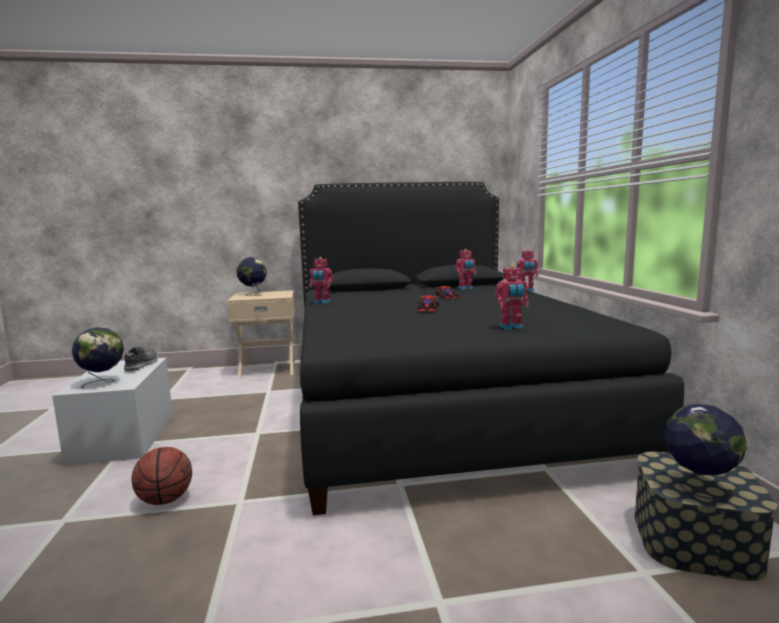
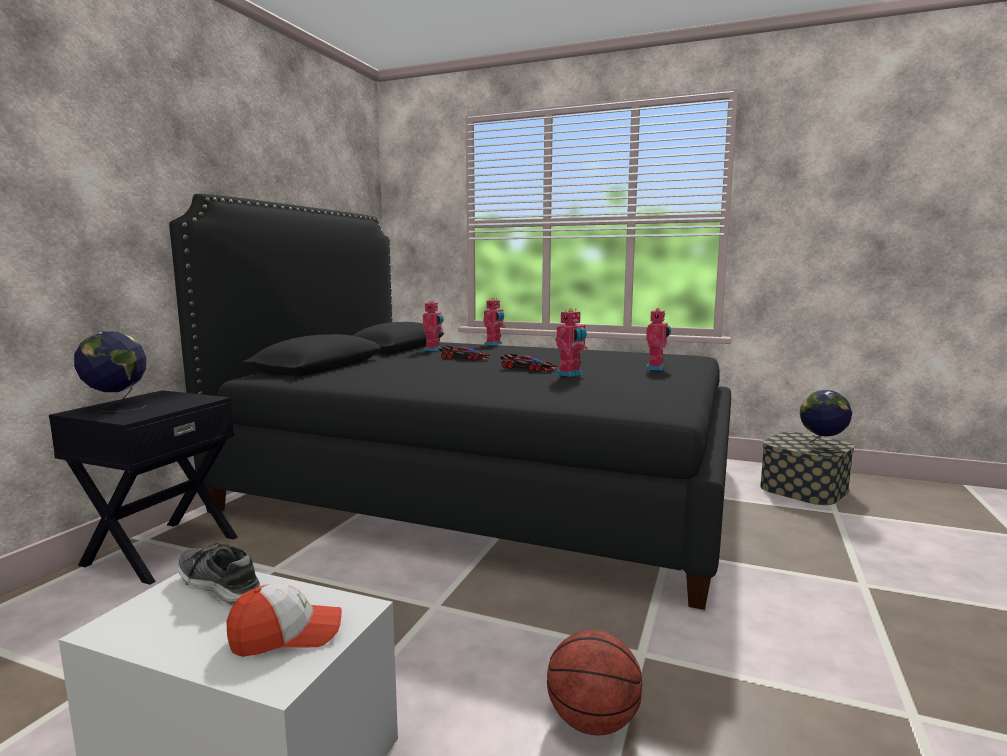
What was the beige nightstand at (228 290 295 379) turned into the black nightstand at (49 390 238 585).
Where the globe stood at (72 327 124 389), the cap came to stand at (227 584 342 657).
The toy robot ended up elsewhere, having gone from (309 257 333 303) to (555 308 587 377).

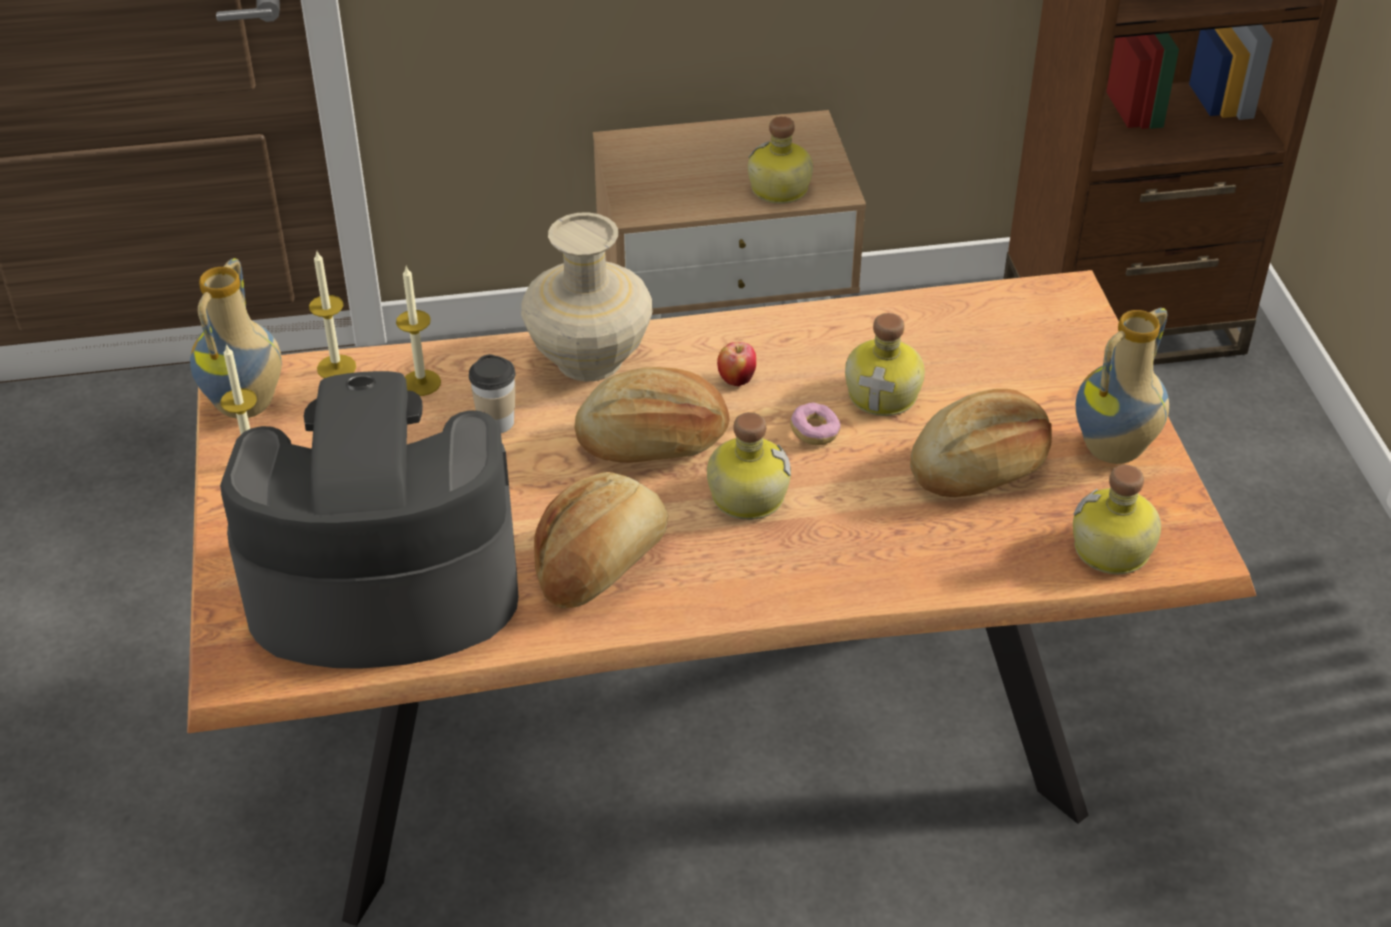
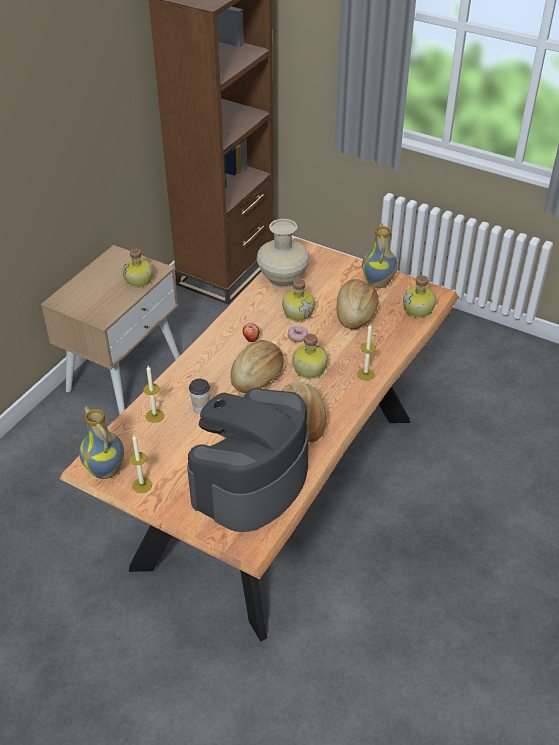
The beige vase ended up elsewhere, having gone from (521 212 653 381) to (257 219 310 288).
The candle ended up elsewhere, having gone from (309 251 356 378) to (357 325 376 381).

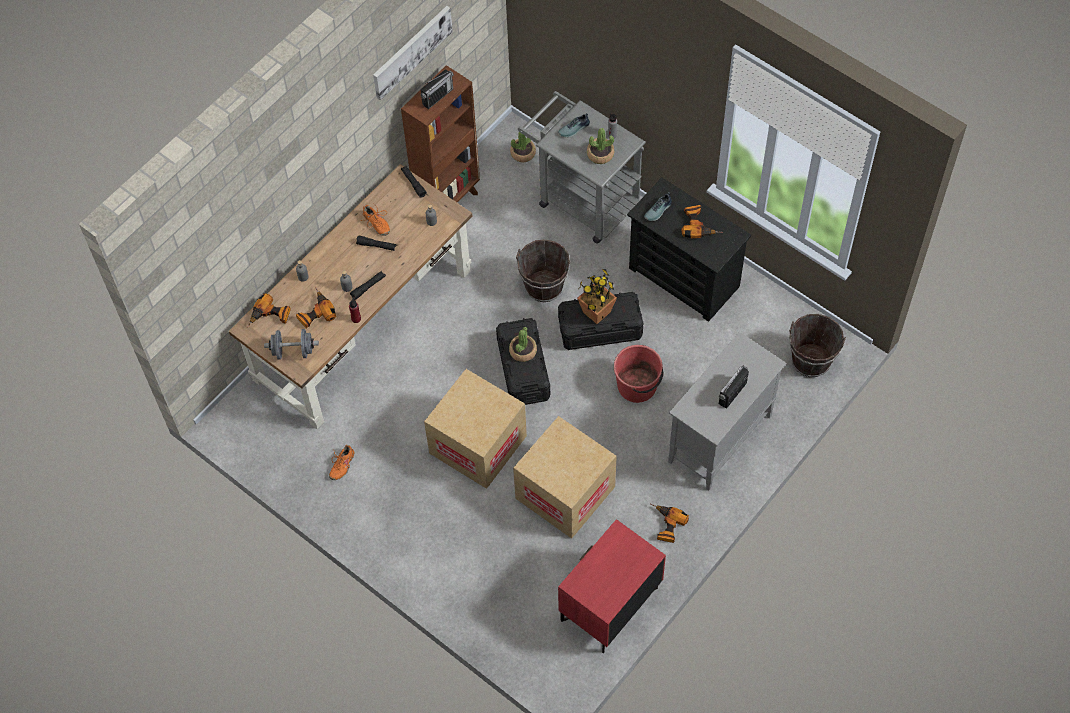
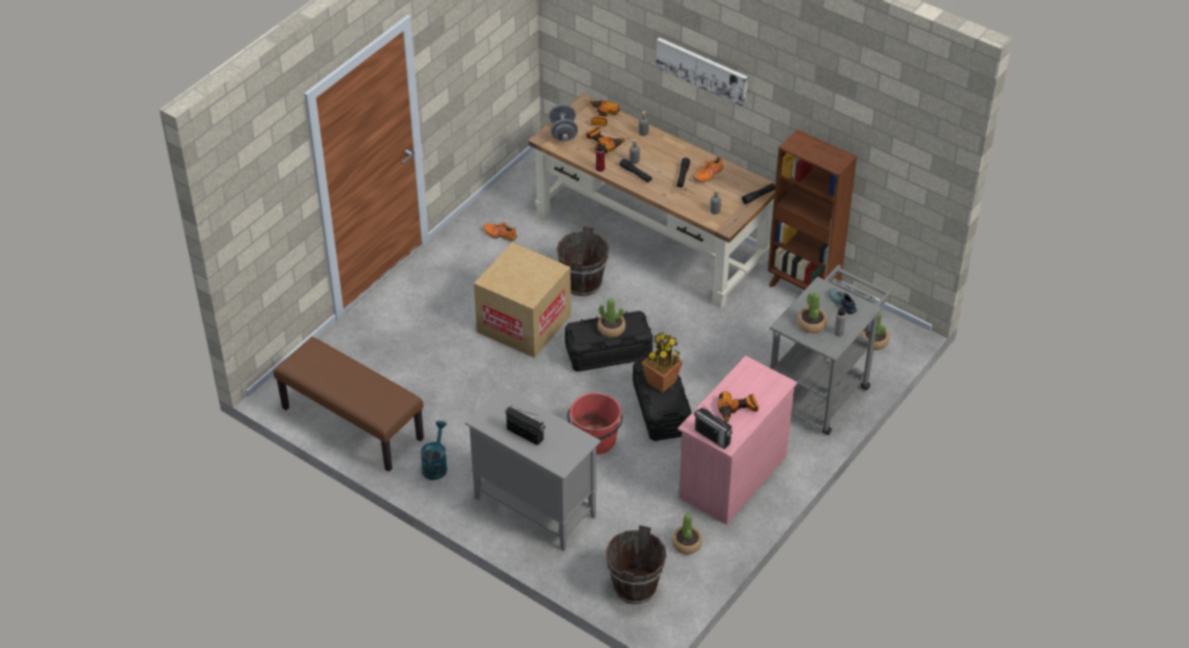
Where the red nightstand stood at (558 519 666 653), the brown bench came to stand at (273 337 424 472).
Where the power drill stood at (650 503 689 543), the turquoise watering can came to stand at (421 421 447 480).
The brown bucket ended up elsewhere, having gone from (516 239 571 302) to (557 226 609 296).
The picture ended up elsewhere, having gone from (373 6 453 100) to (656 37 748 107).
The second view gained the potted plant at (672 514 702 554).
What was the black dresser at (627 178 751 322) turned into the pink dresser at (678 356 797 524).
The radio ended up elsewhere, having gone from (420 70 454 109) to (694 404 732 449).
The second view lost the cardboard box at (513 416 617 539).
The second view lost the shoe at (644 193 672 221).

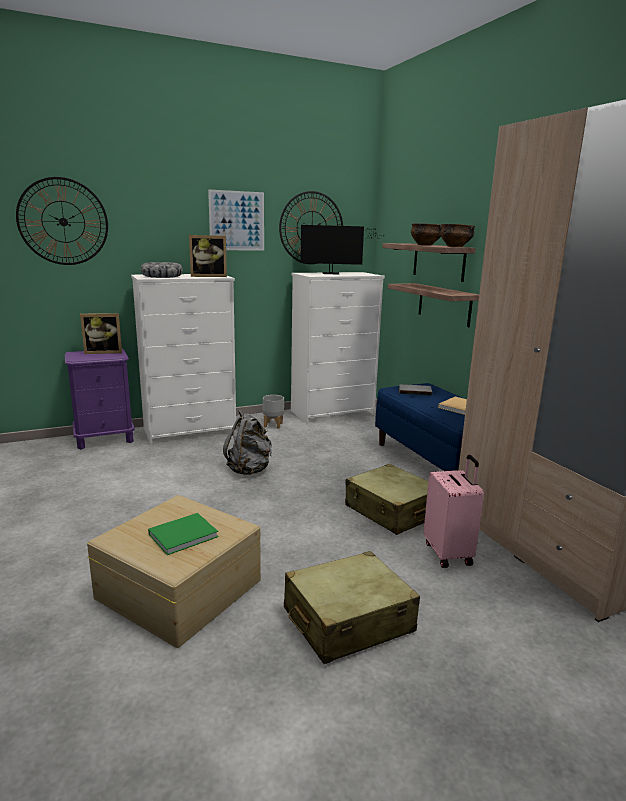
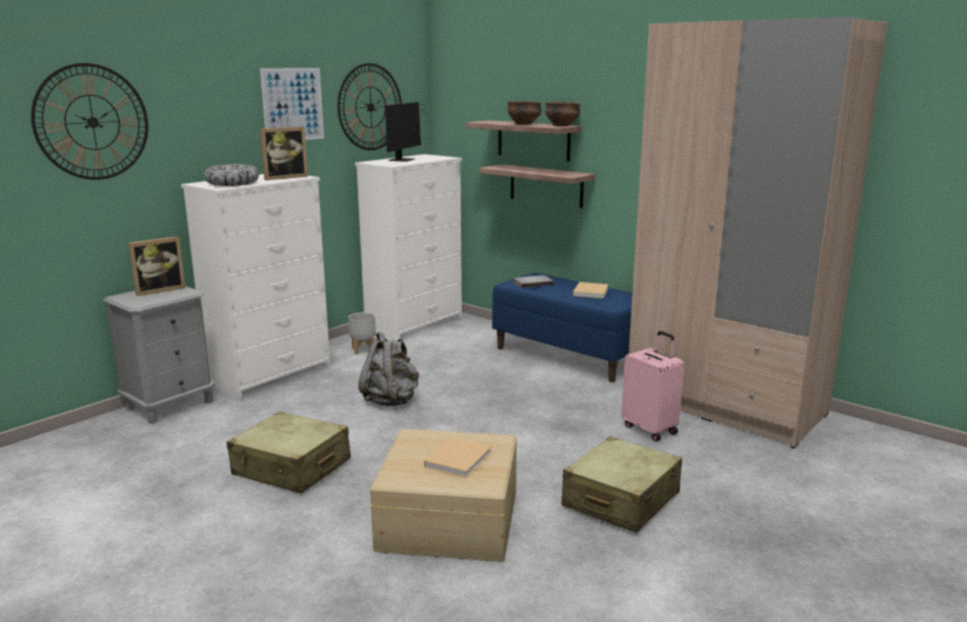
What was the purple nightstand at (65 349 135 449) turned into the grey nightstand at (103 286 215 423).
The beige suitcase ended up elsewhere, having gone from (345 464 428 535) to (227 411 351 494).
The monitor at (300 225 381 275) ended up facing another way, 45 degrees counterclockwise from before.
What was the green book at (148 513 218 555) turned into the beige book at (424 437 492 478).

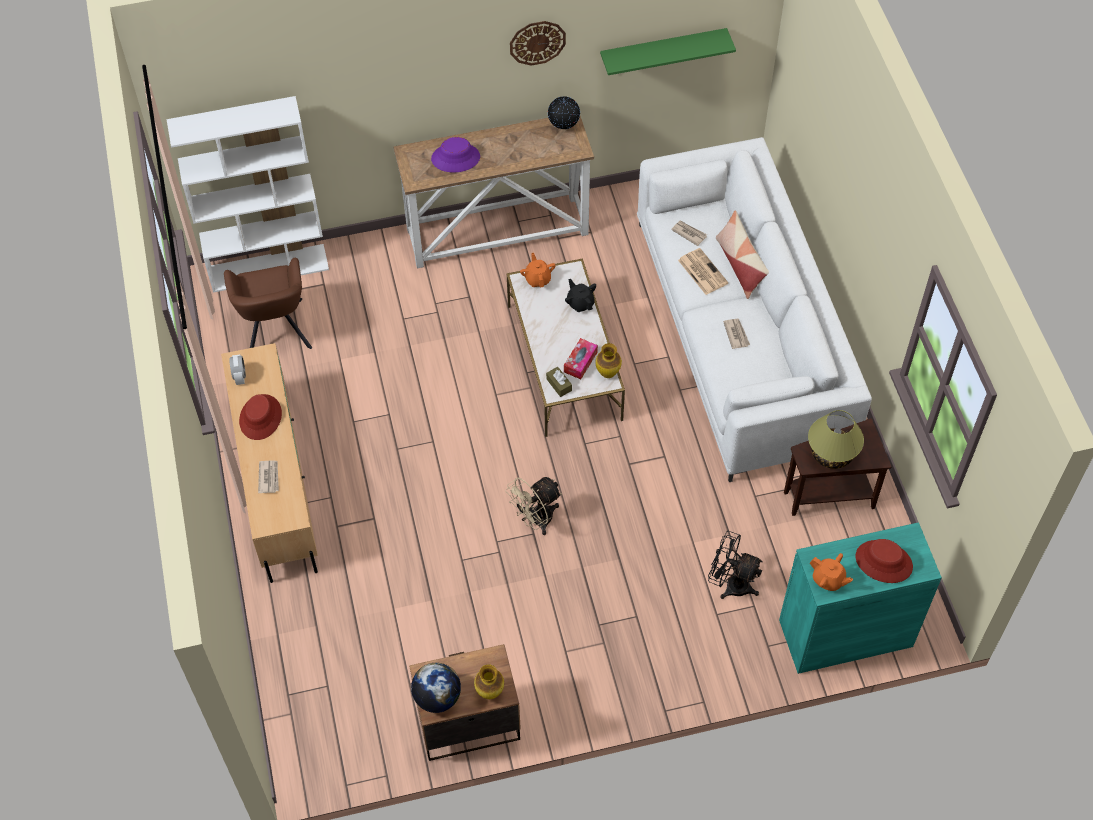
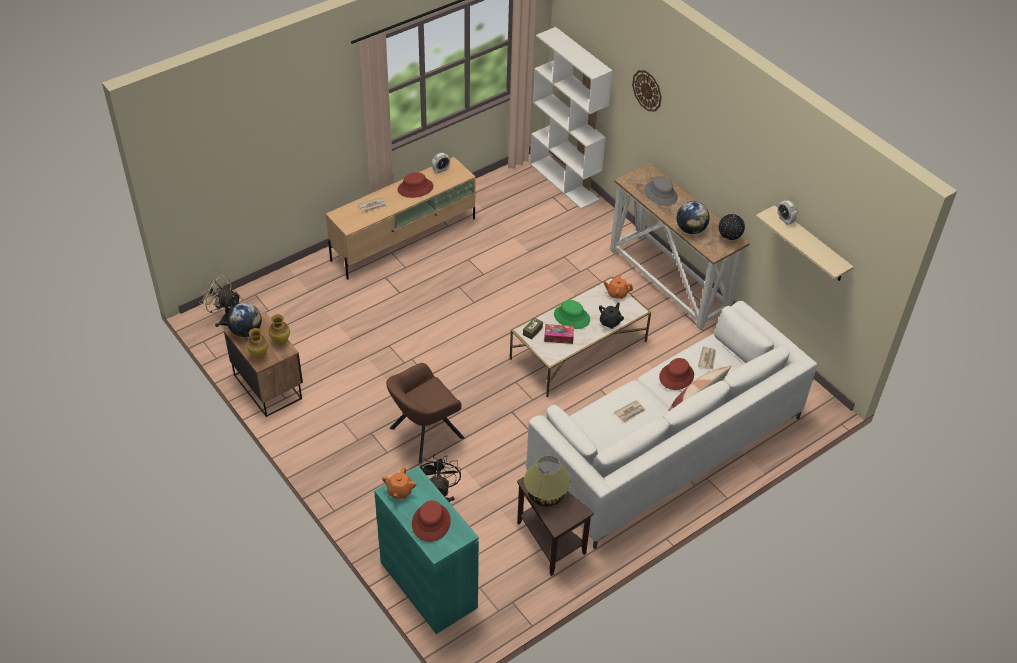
The beige fan ended up elsewhere, having gone from (505 477 562 535) to (199 274 241 327).
The vase ended up elsewhere, having gone from (596 343 622 378) to (269 314 290 345).
The brown armchair ended up elsewhere, having gone from (224 258 312 349) to (386 363 465 463).
The second view gained the green hat at (554 300 590 329).
The orange teapot at (520 253 556 287) ended up facing another way, 135 degrees counterclockwise from before.
The wall clock ended up elsewhere, having gone from (510 21 566 66) to (632 70 662 112).
What was the purple hat at (431 137 480 173) turned into the grey hat at (644 177 678 206).
Where the newspaper stood at (678 248 728 295), the red hat came to stand at (659 358 694 390).
The second view gained the globe at (677 201 710 234).
What was the green shelf at (600 28 736 75) turned into the beige shelf at (756 205 854 281).
The second view gained the alarm clock at (777 200 797 225).

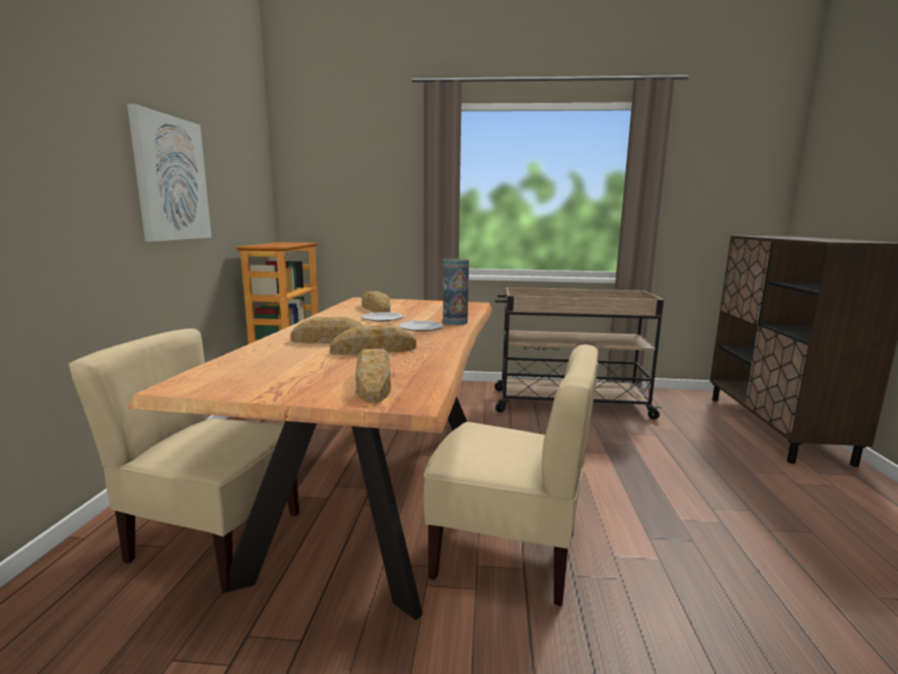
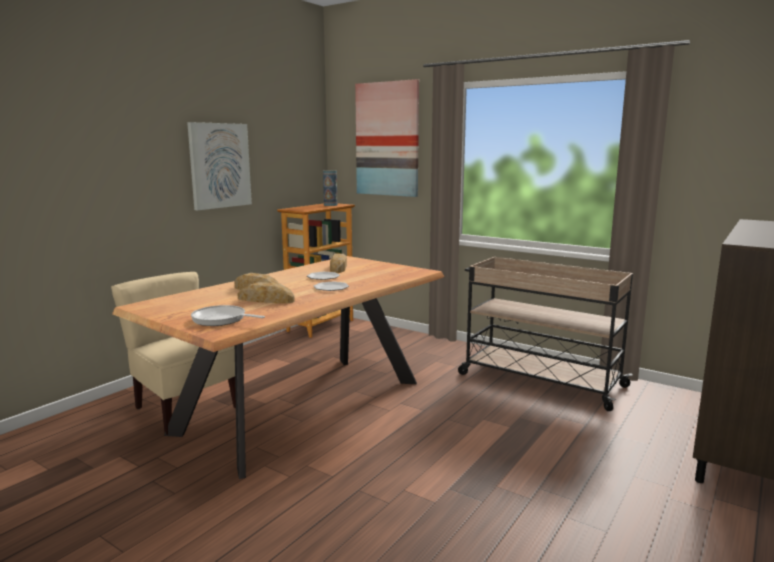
Where the bread stood at (356 349 391 403), the frying pan came to stand at (191 305 265 326).
The vase ended up elsewhere, having gone from (443 259 469 325) to (323 170 337 206).
The second view gained the picture at (355 79 419 197).
The second view lost the beige chair at (424 344 598 606).

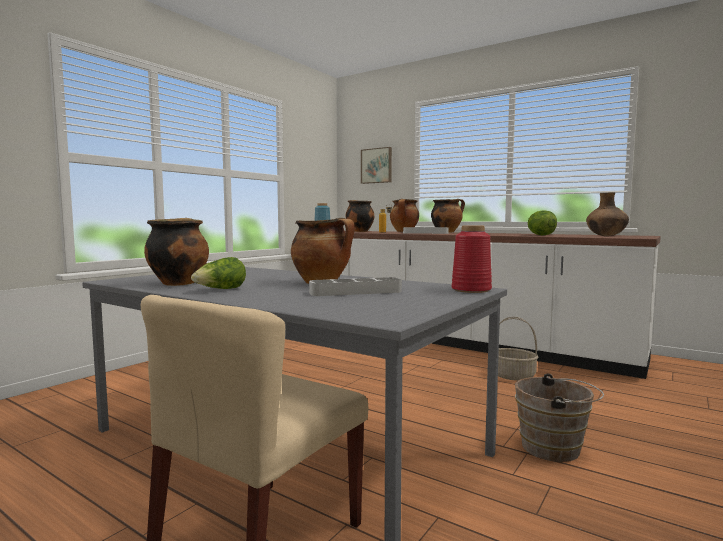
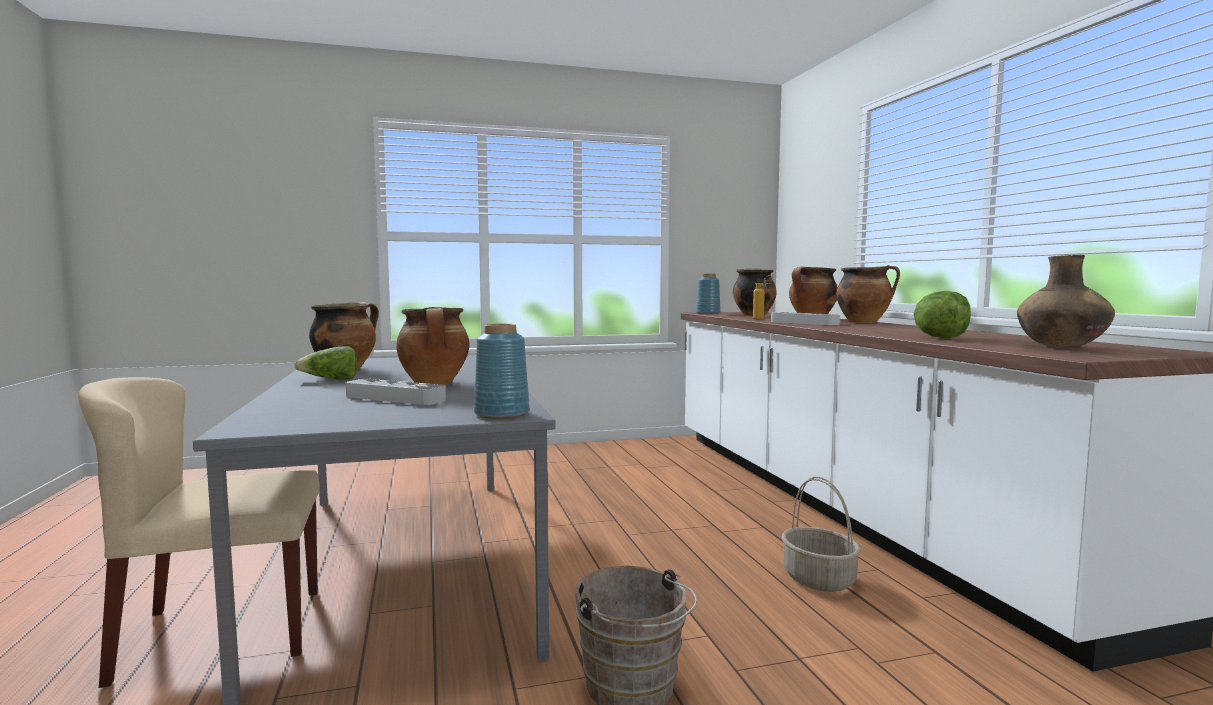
What was the red vase at (452 225 492 293) turned into the blue vase at (474 324 530 419).
The second view lost the picture at (361 147 392 184).

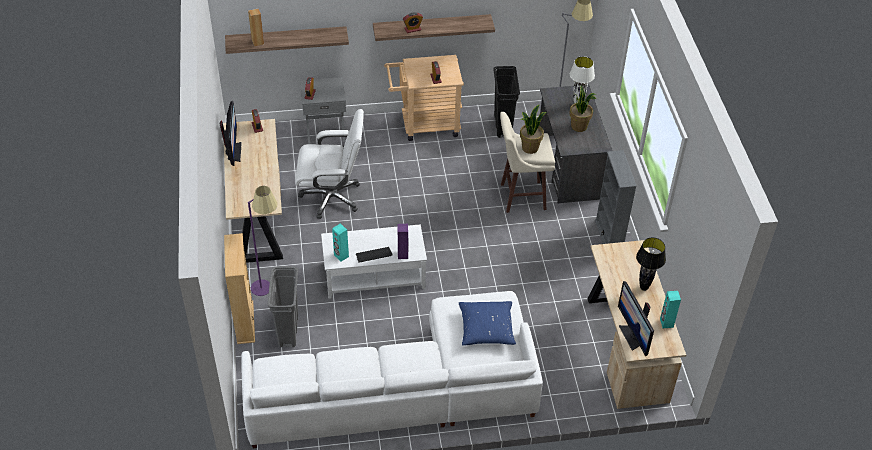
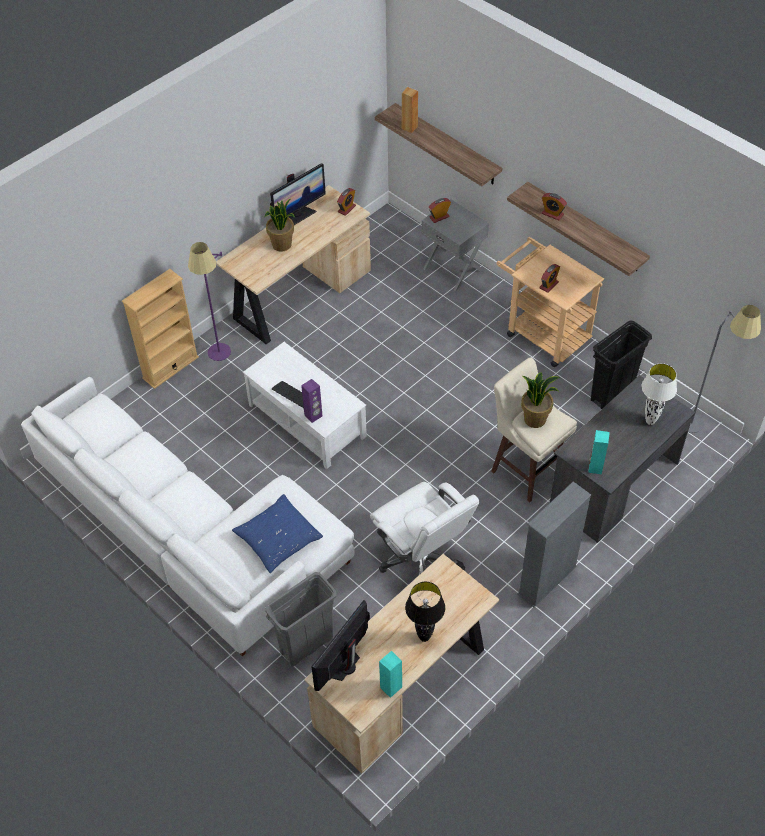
The potted plant ended up elsewhere, having gone from (569 85 596 132) to (264 199 295 252).
The grey trash can ended up elsewhere, having gone from (268 266 298 347) to (265 572 337 666).
The white office chair ended up elsewhere, having gone from (295 109 364 219) to (370 482 479 575).
The turquoise speaker ended up elsewhere, having gone from (332 223 349 262) to (588 430 610 475).

